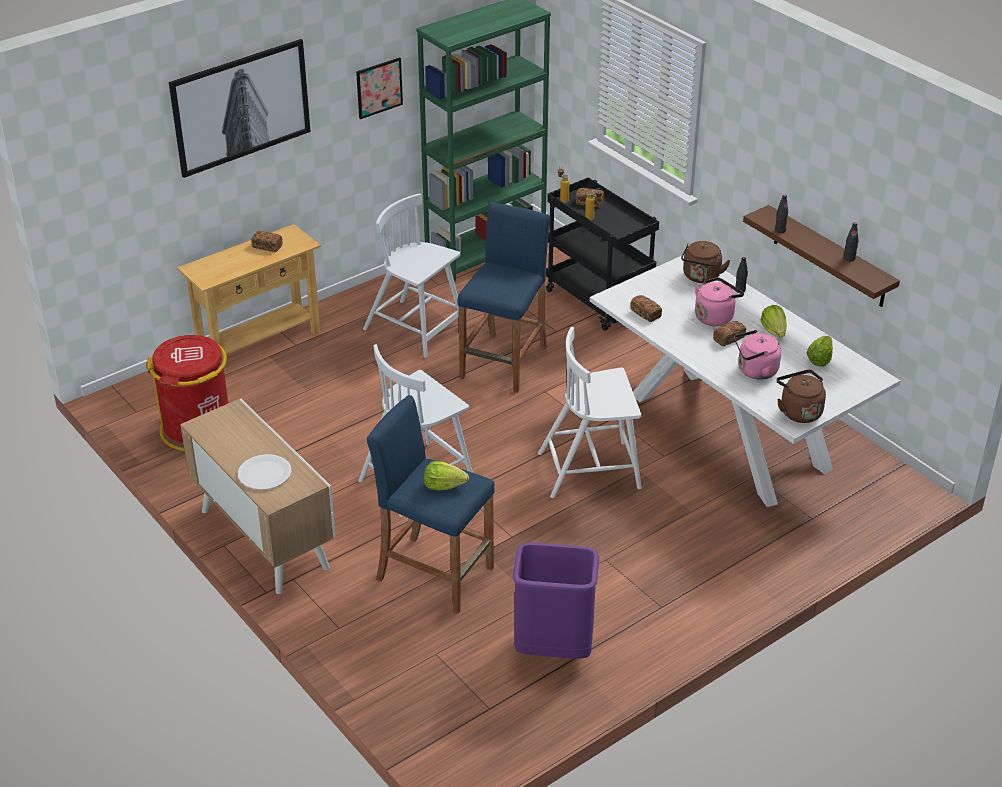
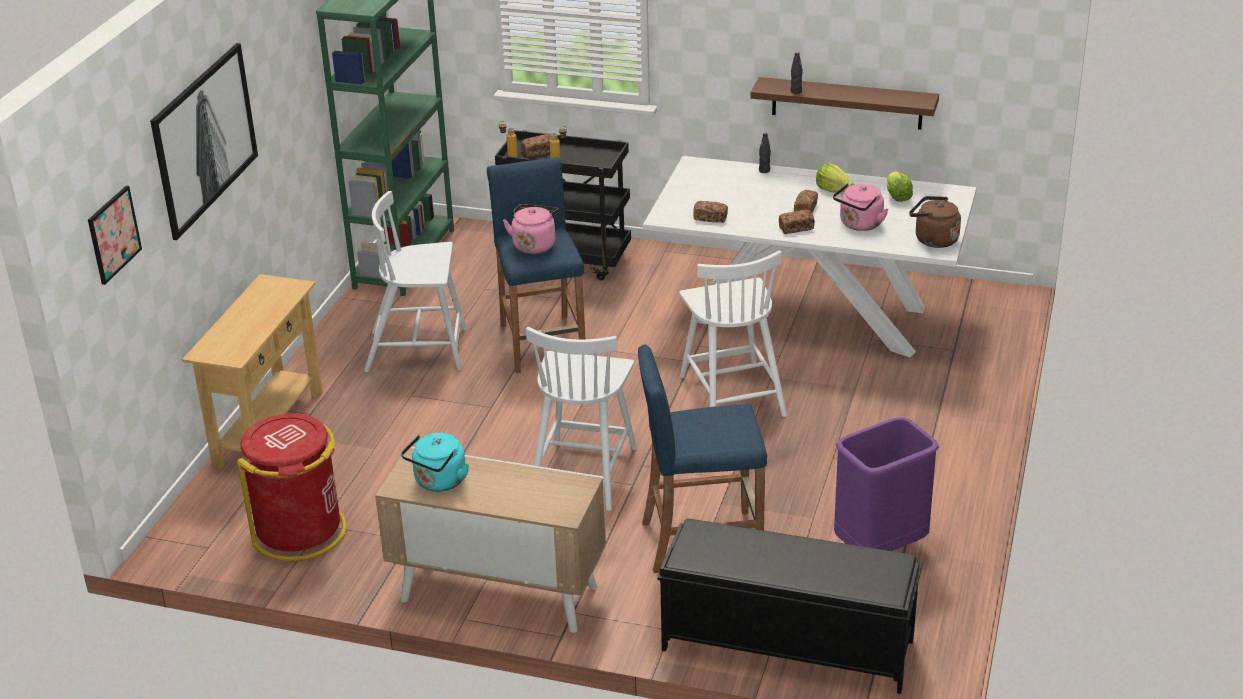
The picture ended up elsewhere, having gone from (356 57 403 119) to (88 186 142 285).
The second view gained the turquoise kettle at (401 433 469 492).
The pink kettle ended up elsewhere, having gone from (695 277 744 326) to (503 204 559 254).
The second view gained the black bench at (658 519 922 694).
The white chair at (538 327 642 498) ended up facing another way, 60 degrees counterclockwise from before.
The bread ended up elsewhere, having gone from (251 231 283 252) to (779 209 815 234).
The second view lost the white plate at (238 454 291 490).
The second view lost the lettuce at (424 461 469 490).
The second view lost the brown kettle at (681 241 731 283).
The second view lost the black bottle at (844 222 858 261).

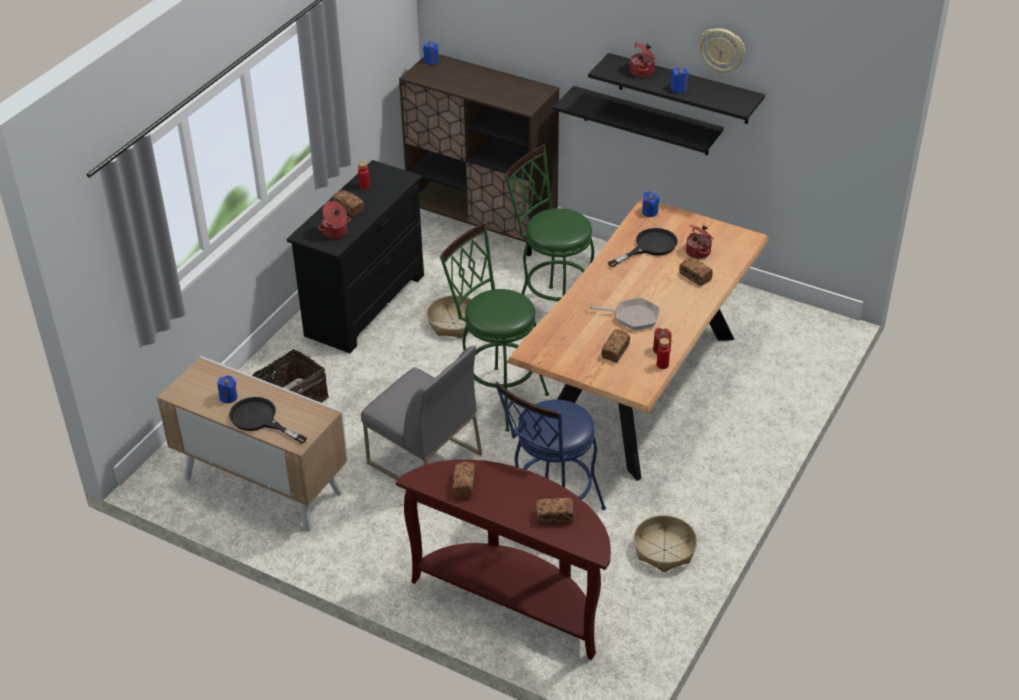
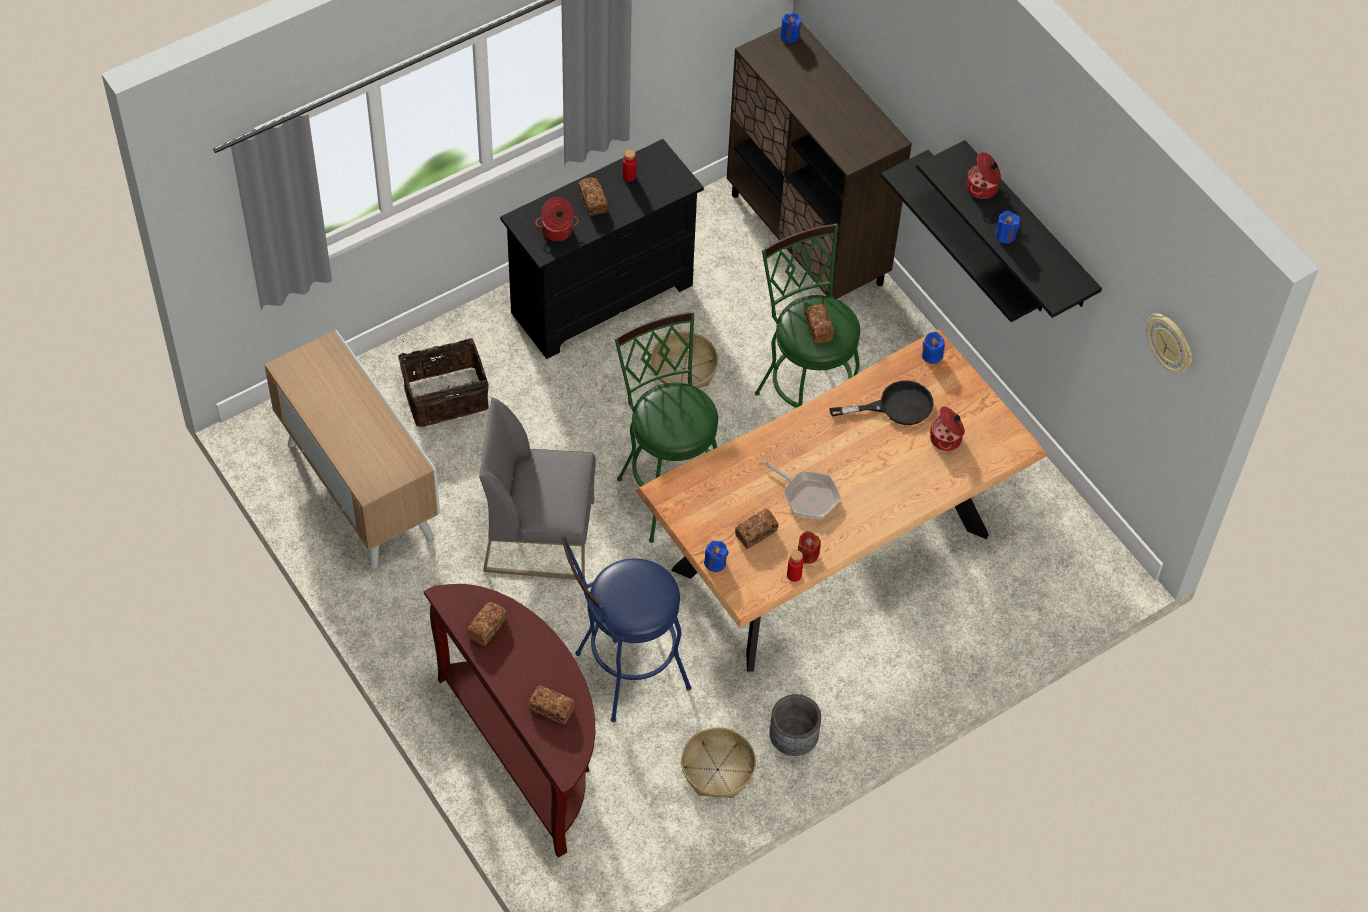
The grey chair at (361 346 482 480) ended up facing another way, 120 degrees clockwise from before.
The blue candle ended up elsewhere, having gone from (217 375 237 403) to (704 541 729 572).
The second view gained the grey planter at (769 694 821 756).
The bread ended up elsewhere, having gone from (679 257 713 286) to (805 304 834 344).
The wall clock ended up elsewhere, having gone from (699 28 745 73) to (1147 313 1193 373).
The second view lost the black frying pan at (229 397 307 444).

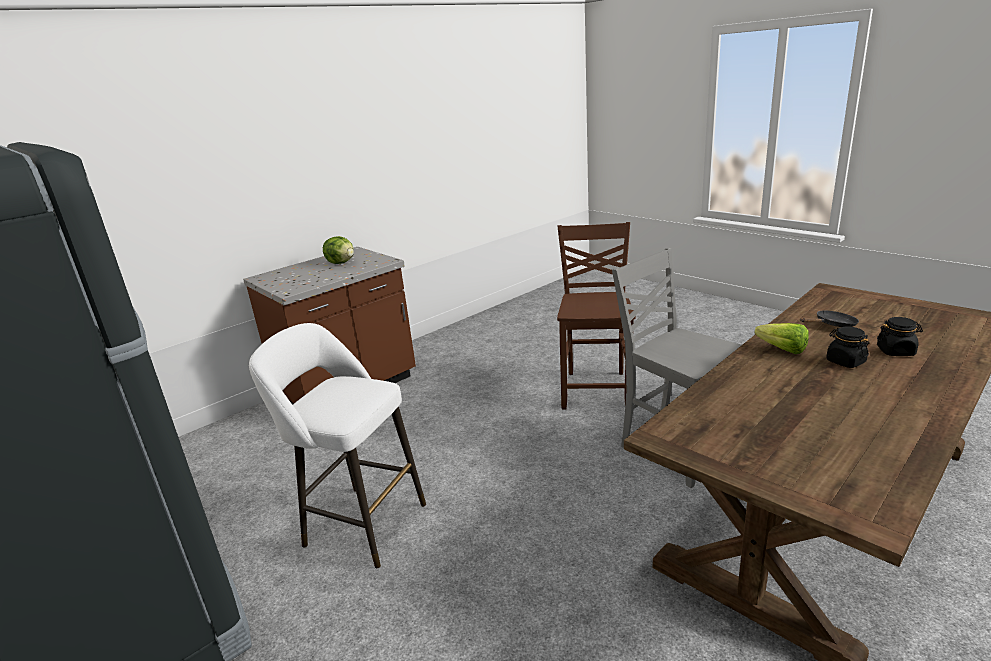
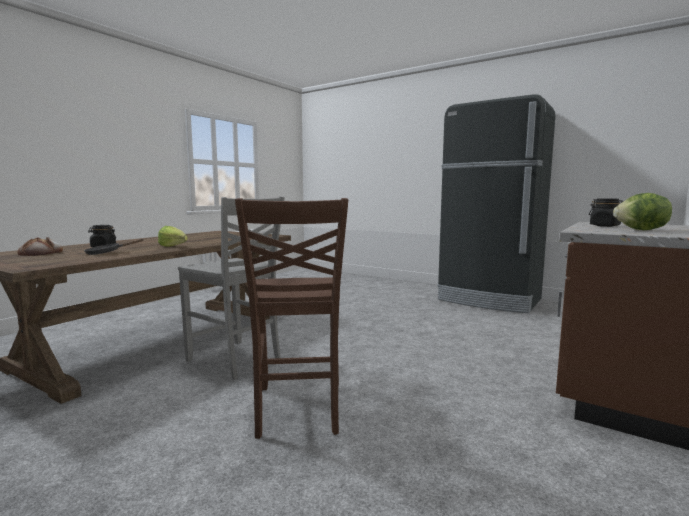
The second view gained the bread at (17 237 63 256).
The black jar ended up elsewhere, having gone from (826 327 869 368) to (589 199 623 227).
The second view lost the white stool at (249 323 426 568).

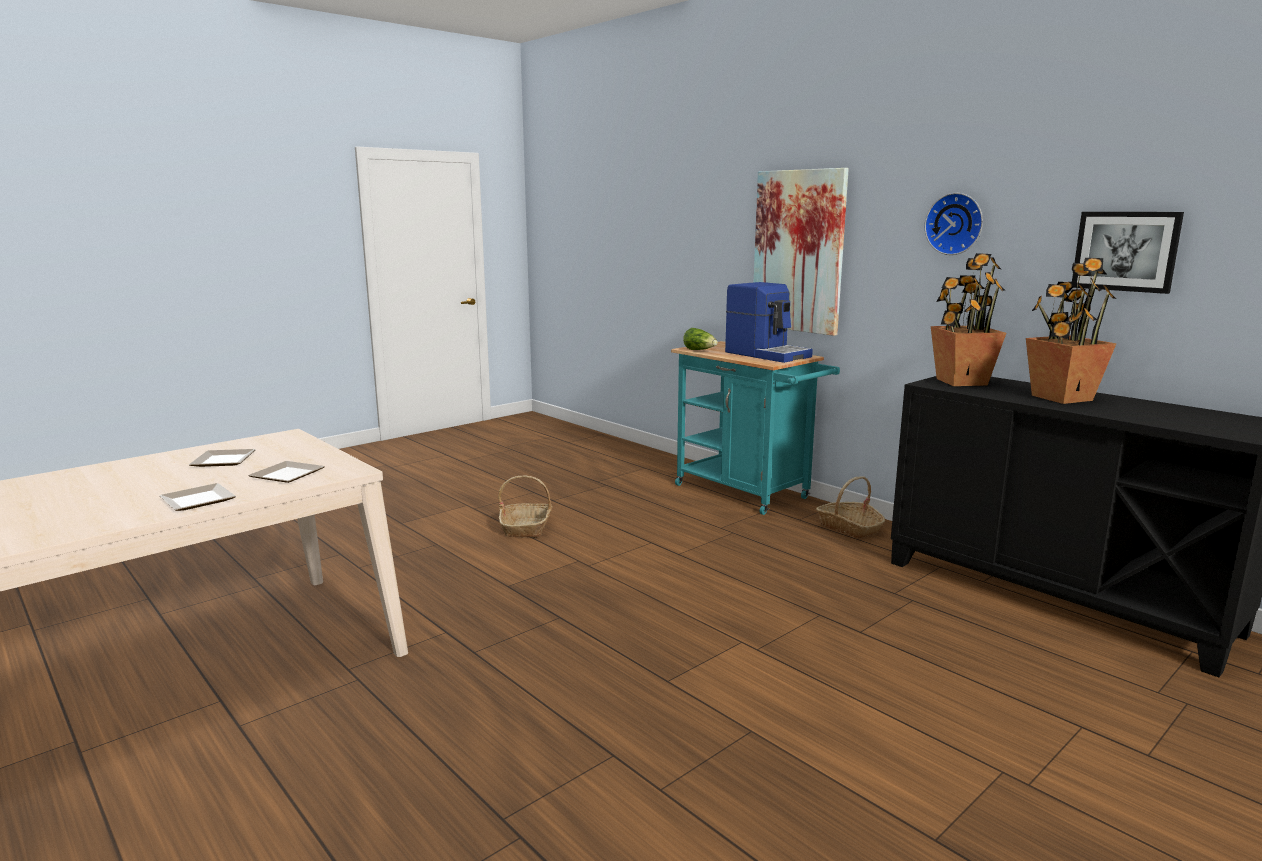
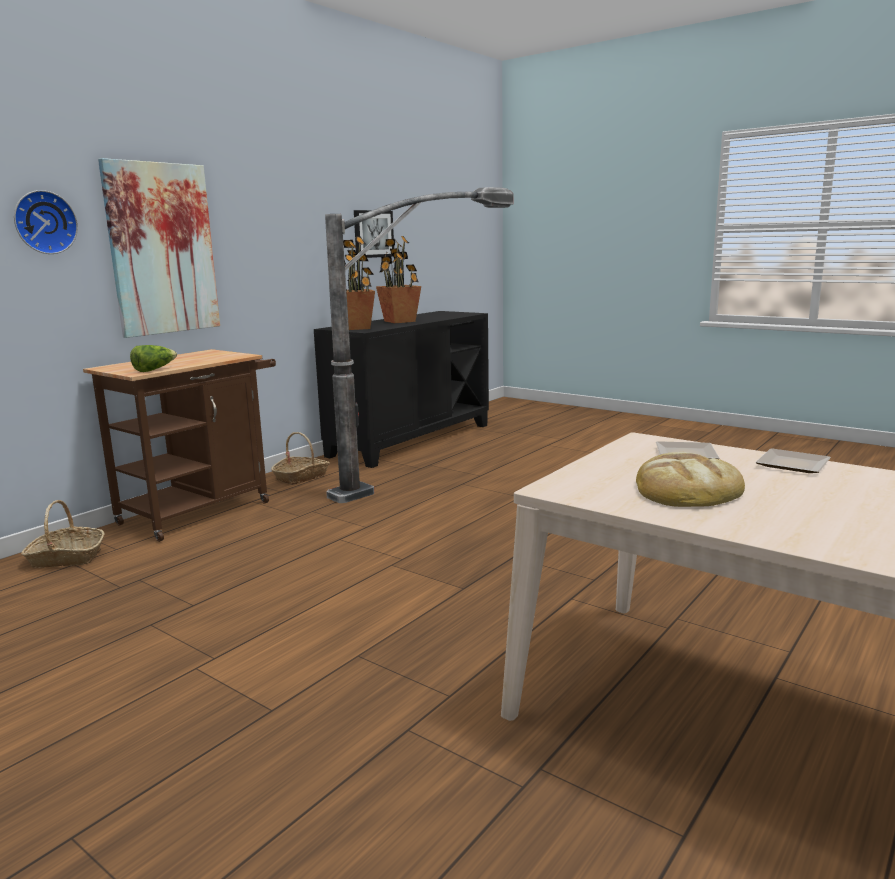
The wall clock ended up elsewhere, having gone from (924 193 983 255) to (14 190 78 254).
The basket ended up elsewhere, having gone from (498 476 553 538) to (21 500 104 568).
What was the turquoise cart at (671 341 840 515) turned into the brown cart at (83 349 276 542).
The second view gained the floor lamp at (325 187 514 503).
Where the plate stood at (189 449 256 467), the bread came to stand at (636 452 745 507).
The second view lost the coffee machine at (725 282 813 363).

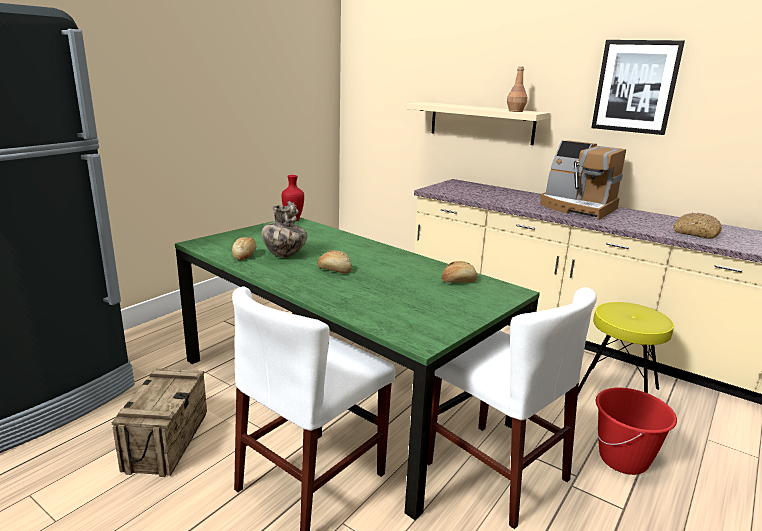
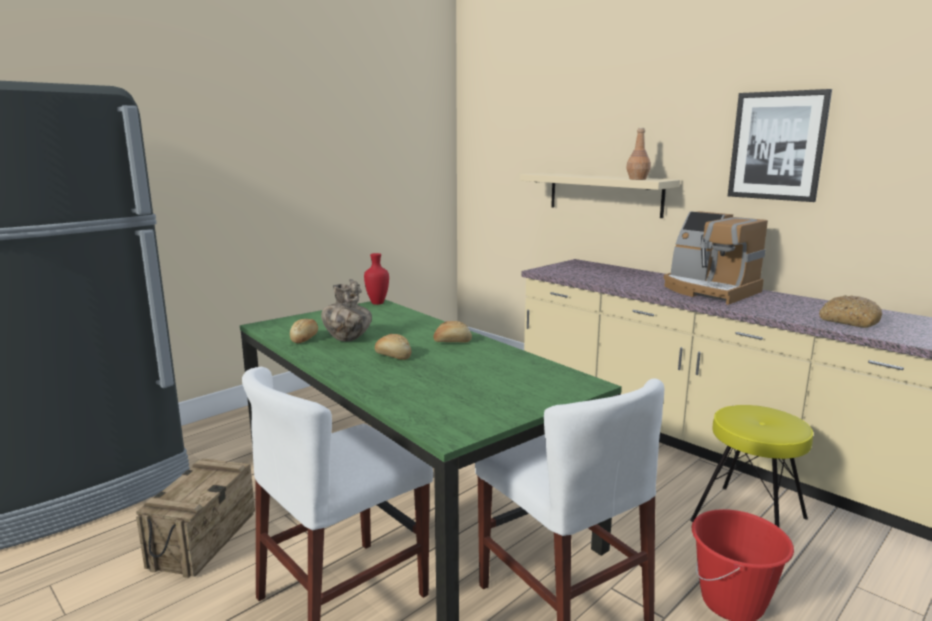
The bread ended up elsewhere, having gone from (442 261 478 283) to (433 321 472 342).

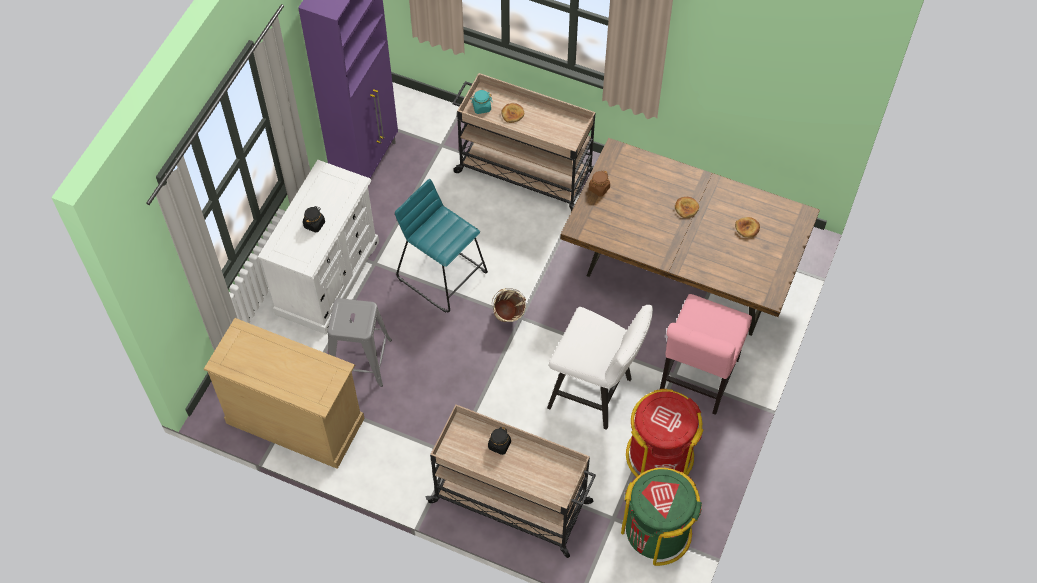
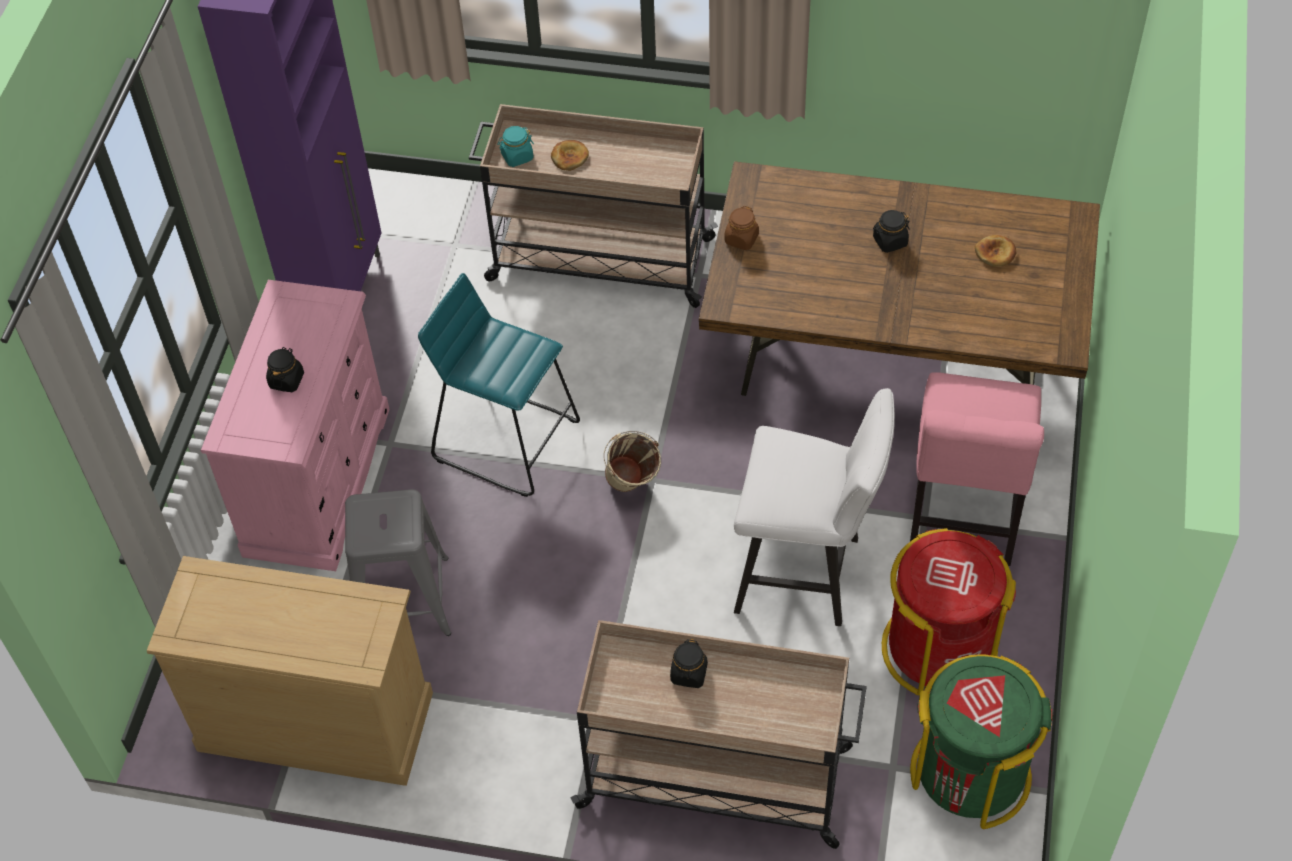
What was the white dresser at (258 160 379 334) turned into the pink dresser at (201 280 390 571).
Where the bread stood at (675 197 699 218), the black jar came to stand at (873 210 910 253).

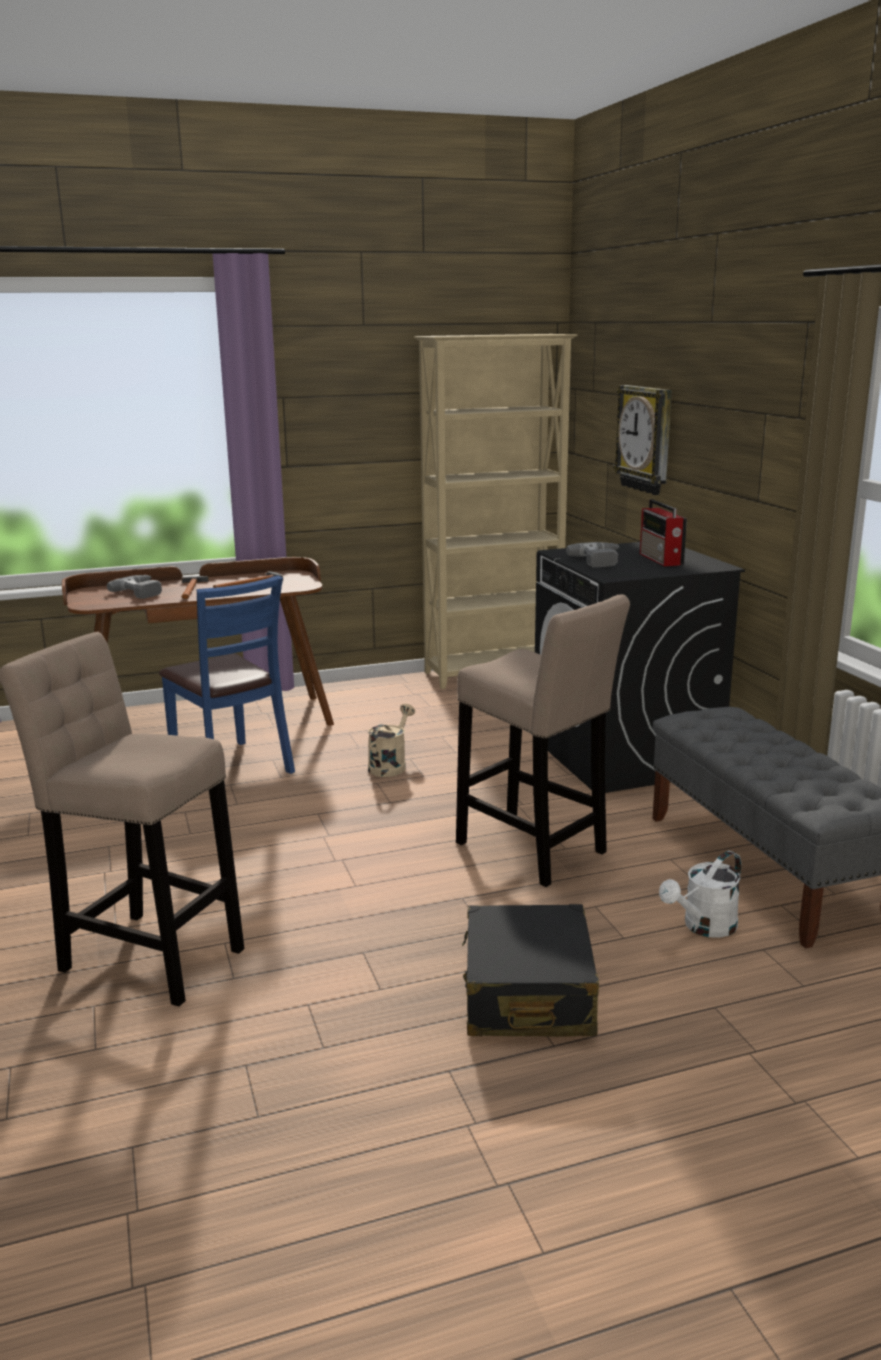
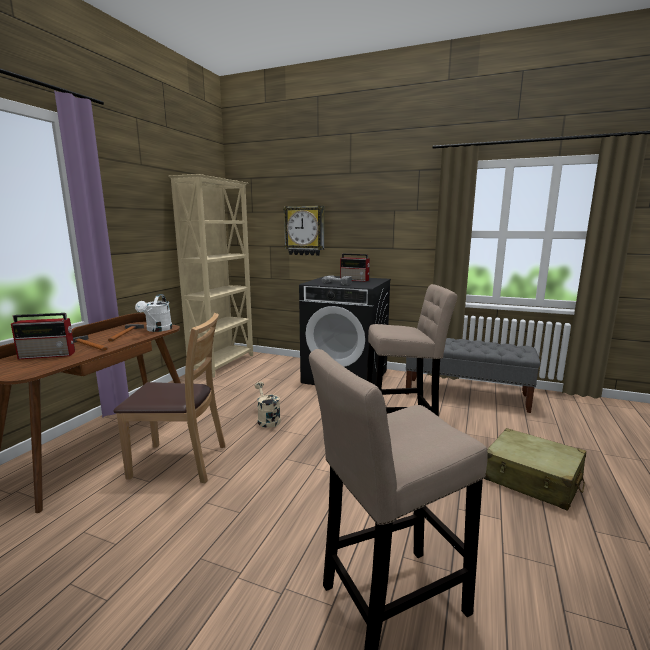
Where the power drill stood at (107 575 162 599), the radio came to stand at (11 313 75 360).
What was the blue chair at (159 575 295 774) turned into the brown chair at (113 313 226 483).
The white watering can ended up elsewhere, having gone from (659 851 741 938) to (135 294 172 332).
What was the black suitcase at (462 904 599 1036) turned into the beige suitcase at (484 428 586 511).

